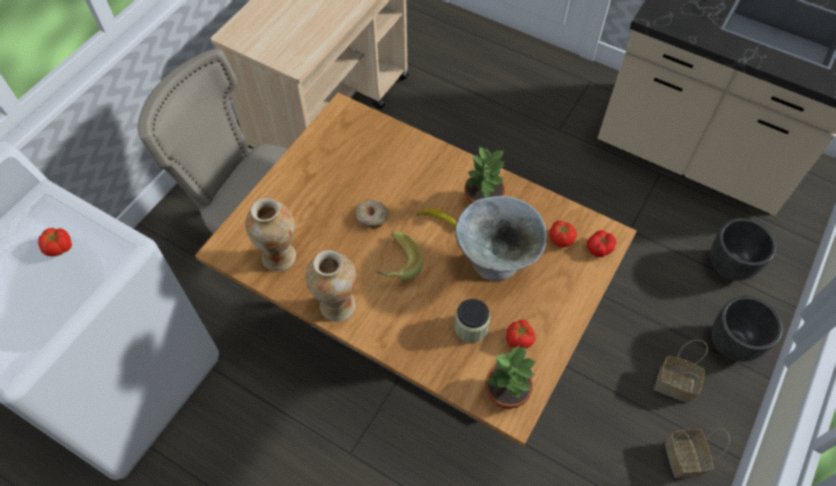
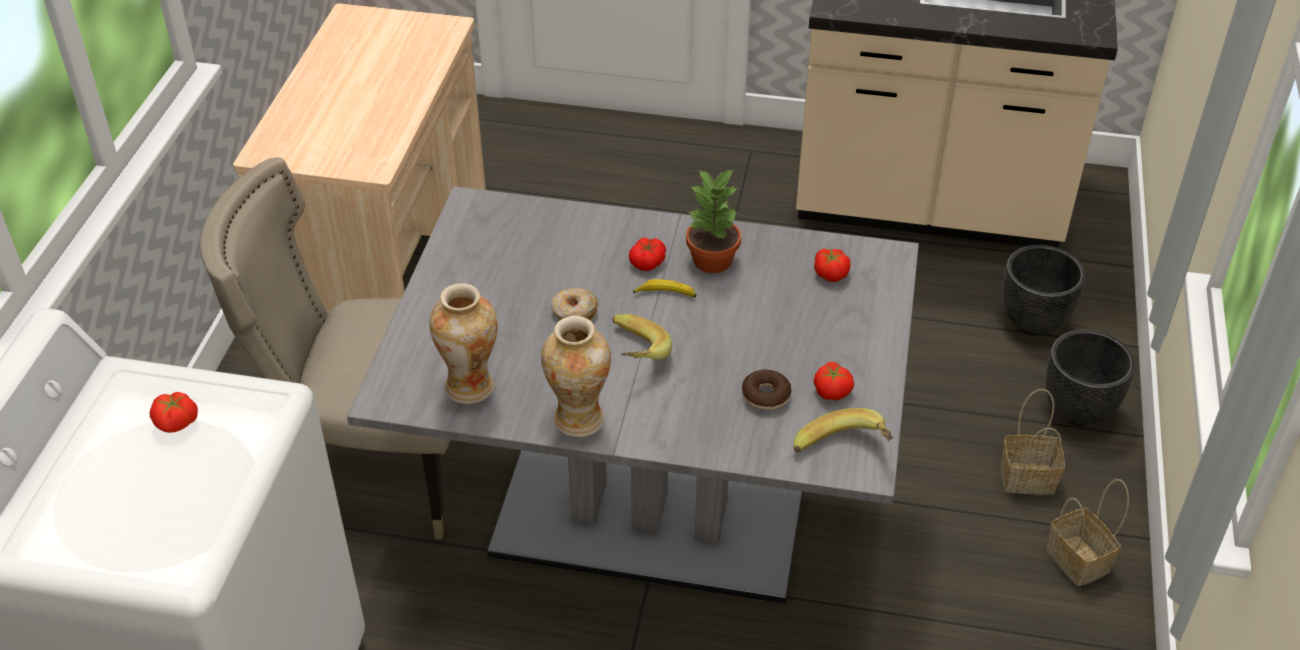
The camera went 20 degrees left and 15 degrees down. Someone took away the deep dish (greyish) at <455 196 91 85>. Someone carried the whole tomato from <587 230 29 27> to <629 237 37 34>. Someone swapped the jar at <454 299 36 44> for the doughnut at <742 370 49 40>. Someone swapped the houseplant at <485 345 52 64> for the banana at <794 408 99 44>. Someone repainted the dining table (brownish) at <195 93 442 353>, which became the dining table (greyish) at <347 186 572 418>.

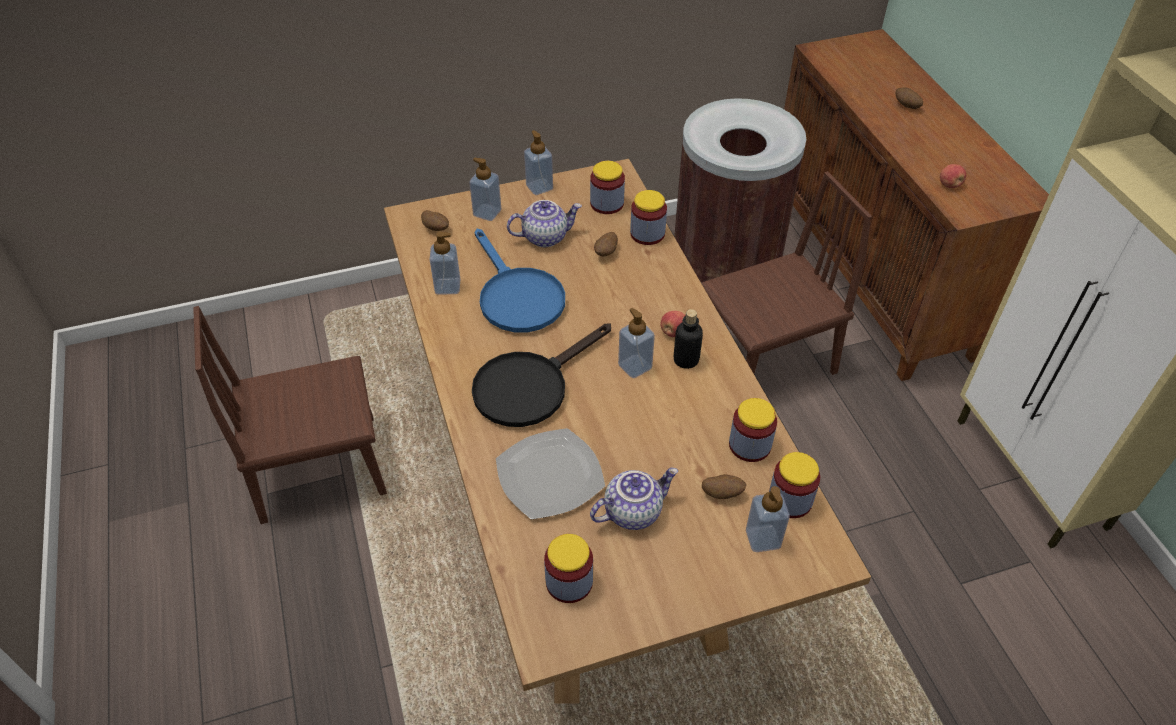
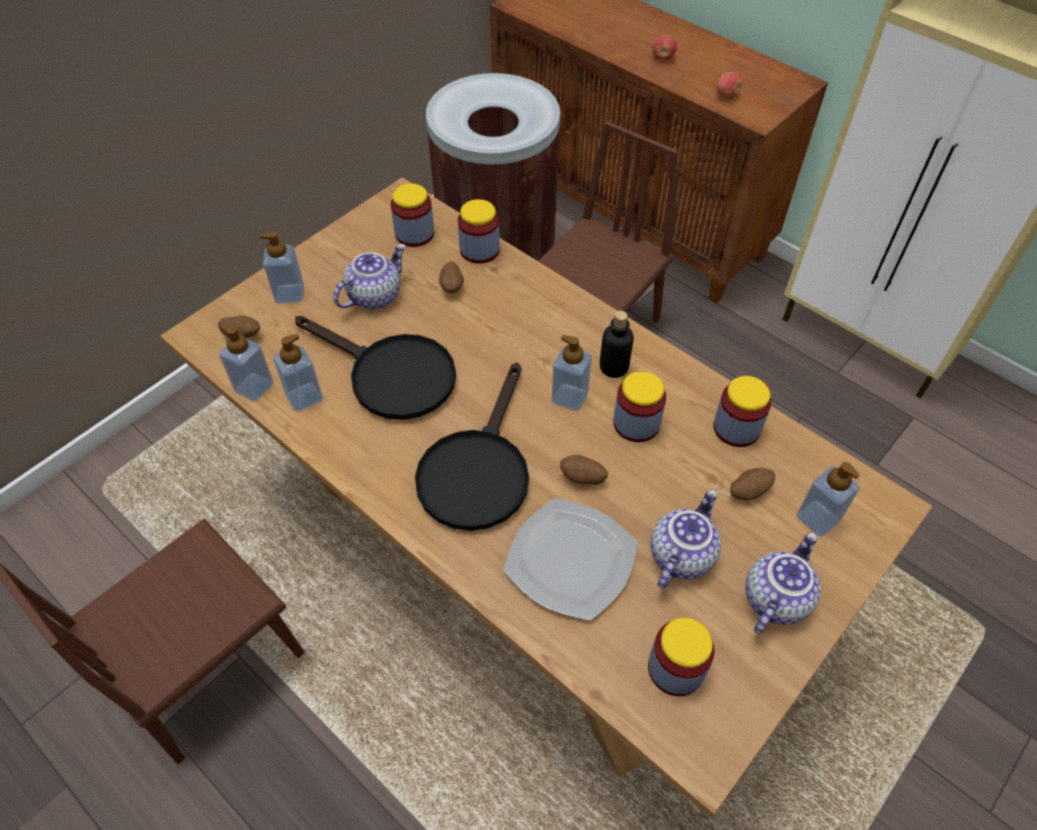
The camera went 30 degrees left and 5 degrees up. Someone put down the teapot at <745 532 76 102>. Someone carried the soap bottle from <524 130 29 65> to <219 324 55 78>. Someone carried the apple fruit from <660 311 26 26> to <652 35 25 25>. Someone carried the jar from <769 452 51 66> to <613 371 53 71>. Someone carried the potato from <895 87 28 22> to <560 455 48 30>. Someone repainted the frying pan (blue-coloured) at <475 229 90 104>, which became the frying pan (black-coloured) at <295 316 161 104>.

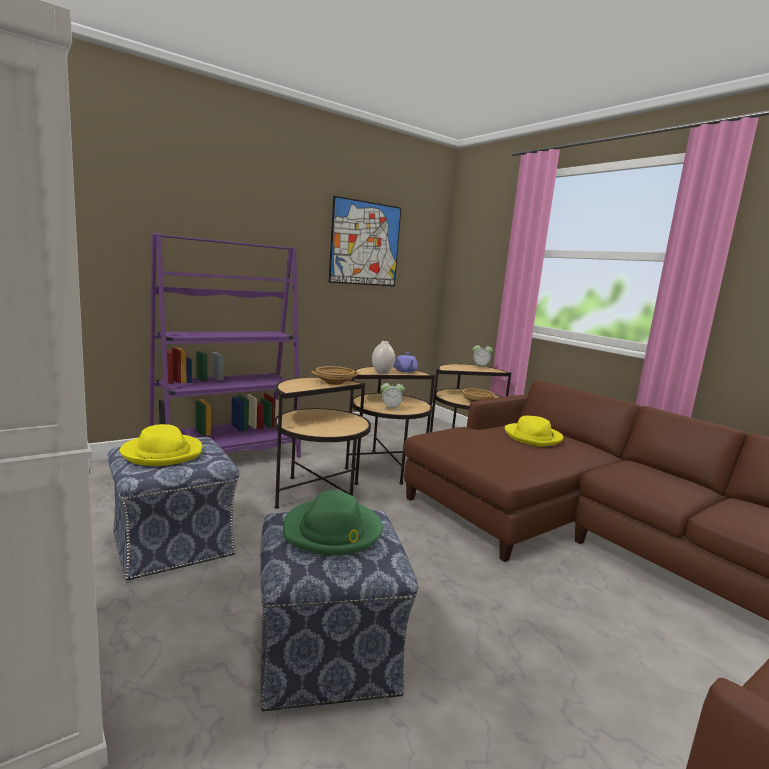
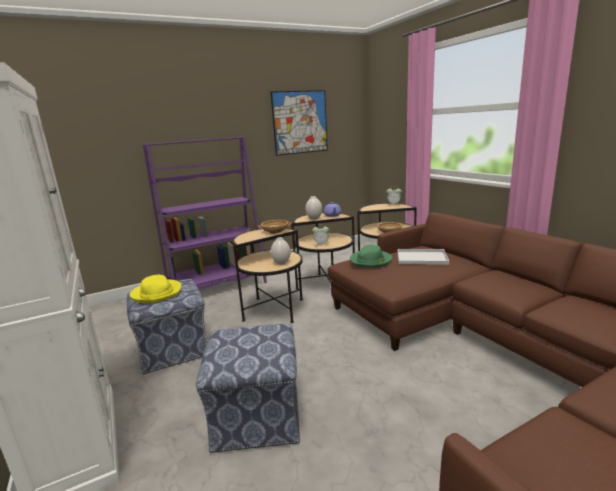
The camera went 10 degrees right and 5 degrees up. Someone put down the decorative vase (white-coloured) at <271 237 20 28>. Someone carried the clothing hat (green-coloured) from <283 490 100 66> to <350 244 42 24>. Someone swapped the clothing hat (yellow) at <505 416 58 30> for the carrying tray (white-coloured) at <398 249 51 16>.

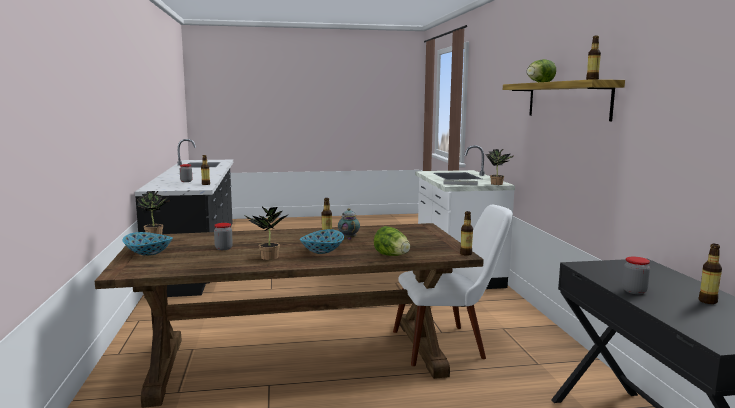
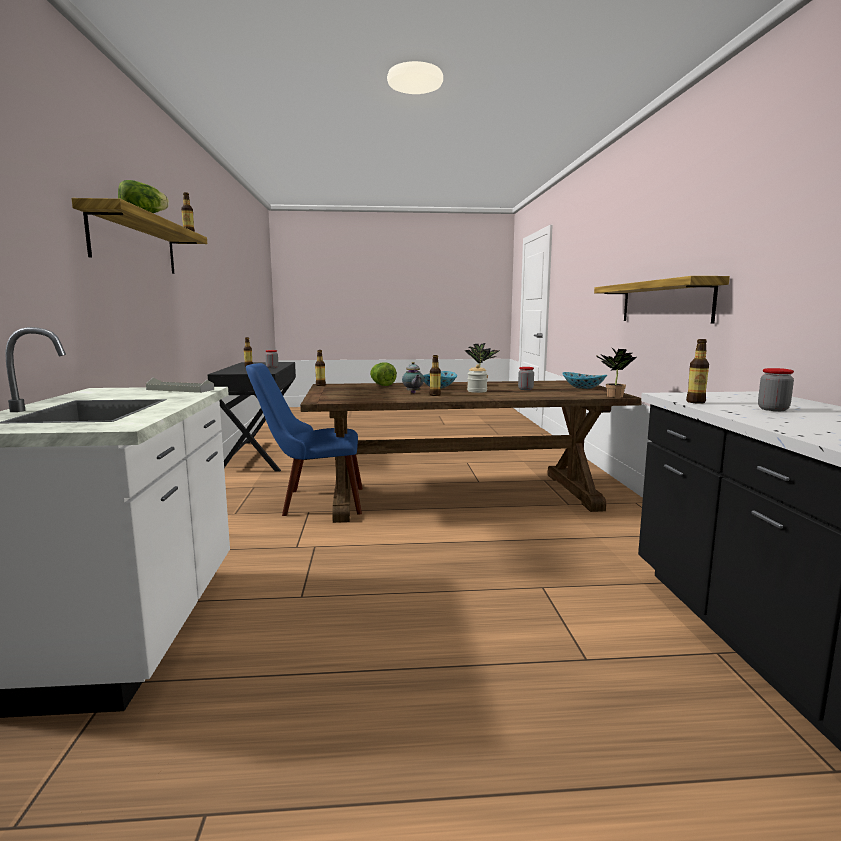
The camera went 175 degrees left and 0 degrees up. Someone took away the houseplant at <485 149 29 36>. Someone put down the jar at <467 364 21 29>. Someone put up the wall shelf at <594 276 136 48>. Someone repainted the chair (white-coloured) at <393 205 119 161>, which became the chair (blue-coloured) at <246 363 117 153>.

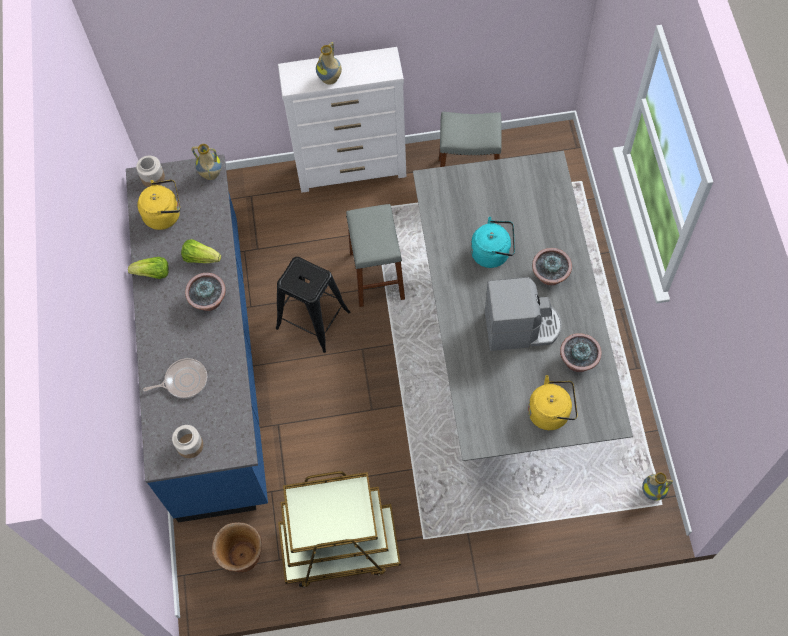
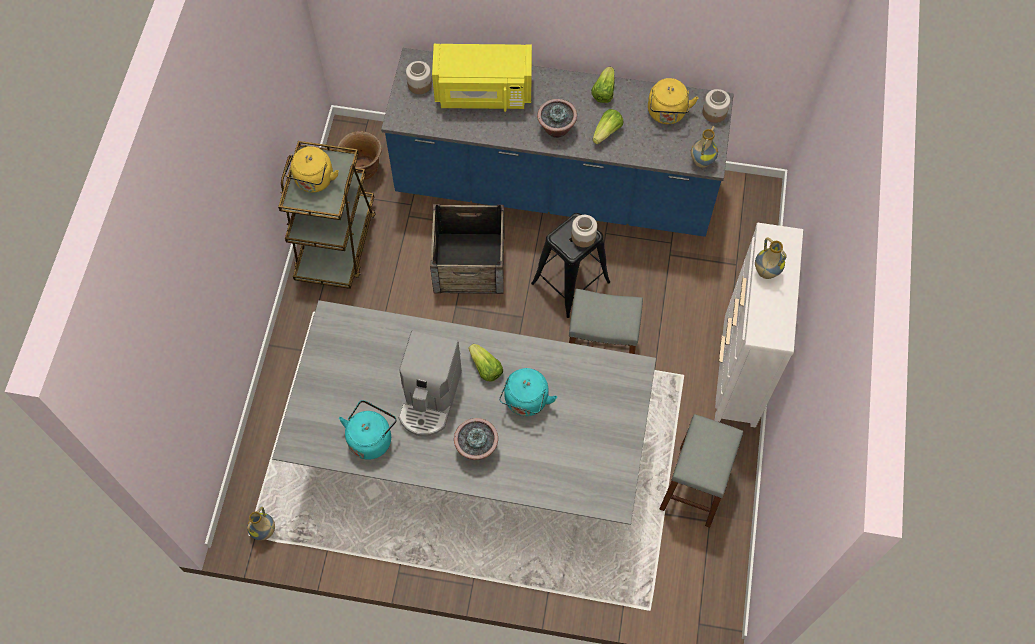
The camera went 105 degrees right and 0 degrees up. Someone put down the crate at <430 204 75 90>. Someone put down the lettuce at <469 344 34 37>. Someone put down the jar at <571 215 26 32>. Someone carried the water kettle (yellow) from <528 375 50 55> to <284 146 55 46>. Someone swapped the frying pan at <143 358 64 40> for the kitchen microwave (yellow) at <432 44 100 68>. Someone swapped the houseplant at <560 333 42 39> for the water kettle (turquoise-coloured) at <339 400 58 60>.

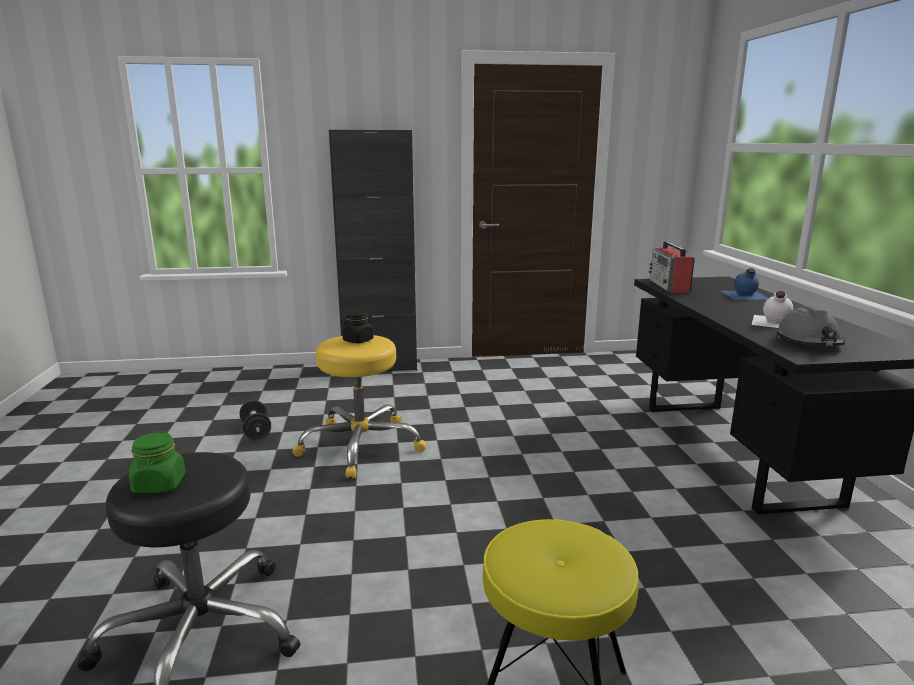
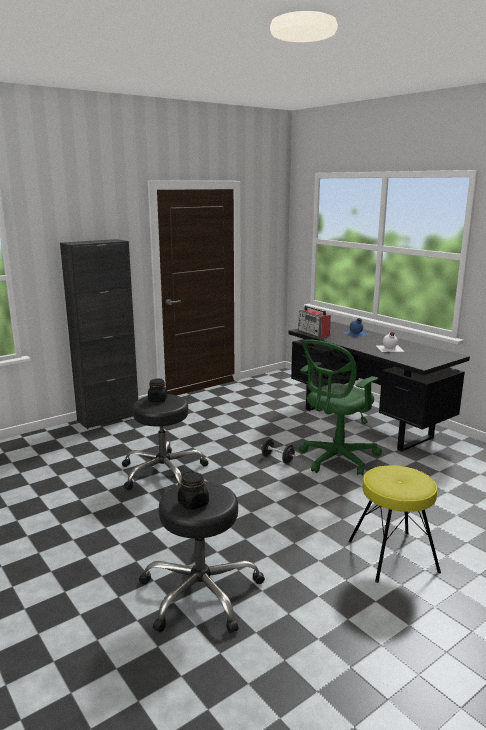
The camera went 30 degrees left and 0 degrees up. Someone took away the hard hat (greyish) at <777 306 68 40>. Someone put down the desk chair (green-coloured) at <299 340 83 136>. Someone carried the dumbbell (black-coloured) from <239 400 32 40> to <261 438 34 26>. Someone repainted the jar (green-coloured) at <129 431 57 62>, which became the jar (black-coloured) at <178 472 31 38>. Someone repainted the stool (yellow) at <293 335 134 143>, which became the stool (black-coloured) at <122 394 87 96>.

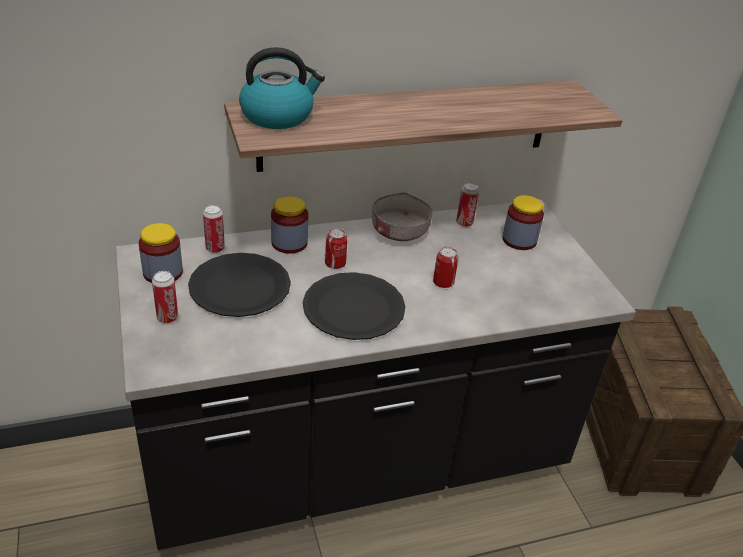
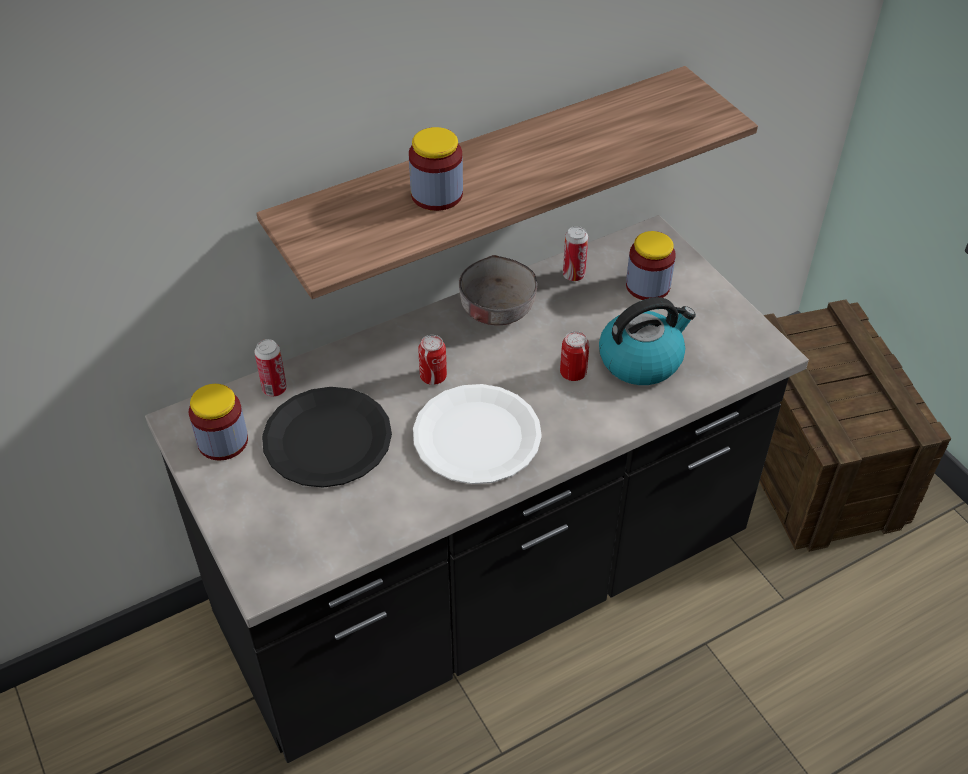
The camera went 10 degrees left and 10 degrees up. Someone took away the sealed can at <152 271 26 52>. Someone carried the water kettle from <239 47 86 82> to <599 297 97 88>. Someone carried the jar from <271 196 37 58> to <409 127 54 84>. Someone repainted the dinner plate (black-coloured) at <303 272 103 68>, which became the dinner plate (white-coloured) at <413 384 129 100>.

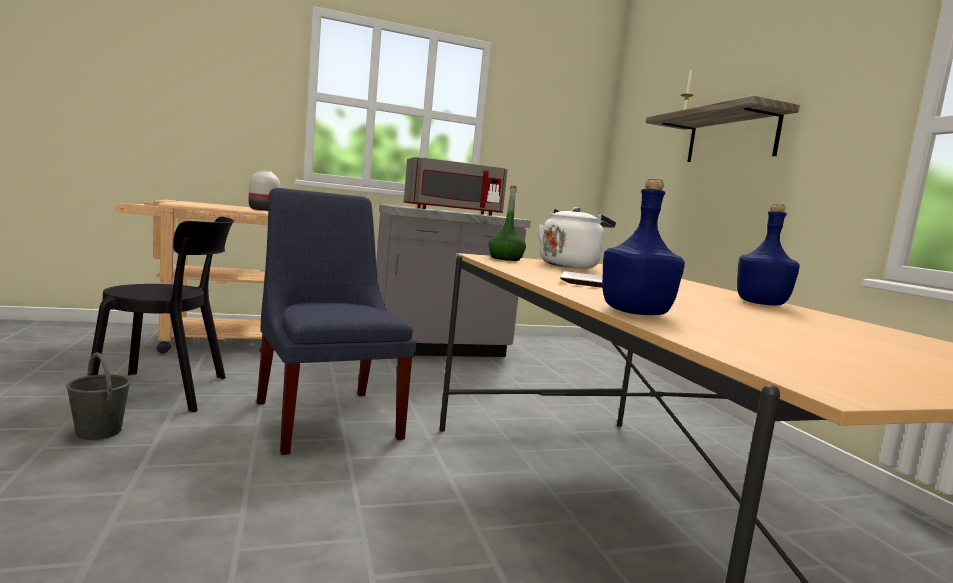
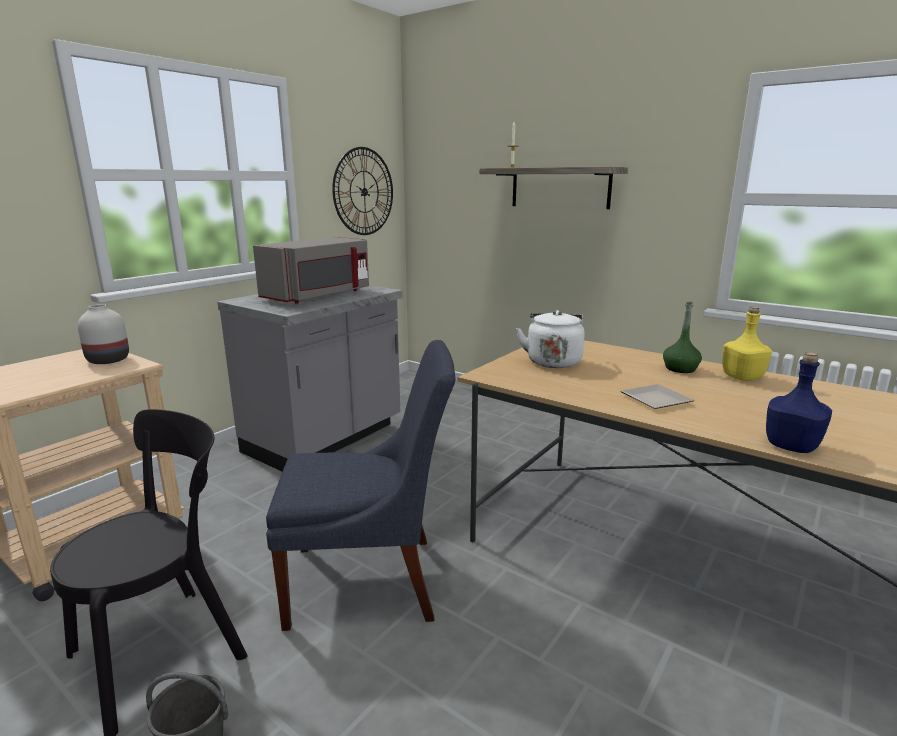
The camera went 35 degrees left and 10 degrees up. Someone put up the clock on the wall at <332 147 61 88>. Someone carried the beverage bottle (green-coloured) from <488 186 38 75> to <663 301 39 72>. Someone repainted the beverage bottle (blue-coloured) at <737 204 63 102>, which became the beverage bottle (yellow) at <722 306 50 75>. Someone rotated the chair (blue-coloured) at <257 188 159 267> by 150 degrees clockwise.

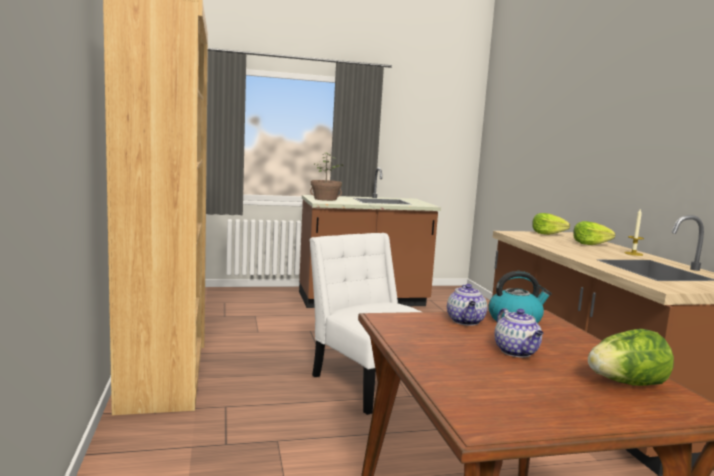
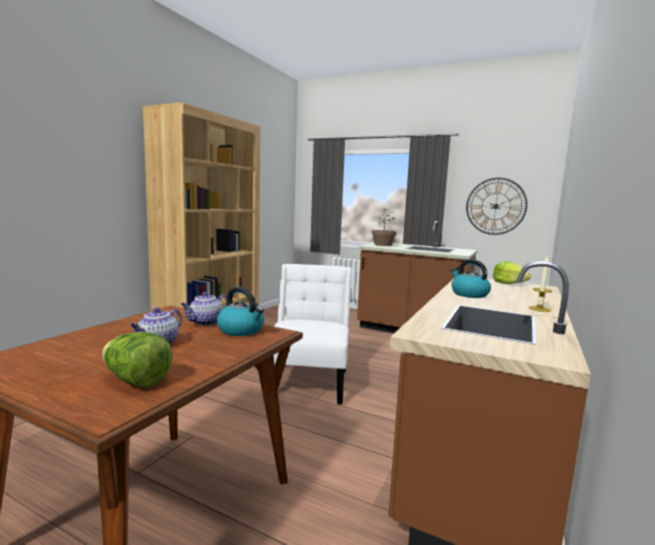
The camera went 40 degrees right and 0 degrees up. Someone took away the lettuce at <573 221 42 24>. Someone put down the water kettle at <451 259 40 39>. Someone put up the clock on the wall at <466 178 61 57>.

